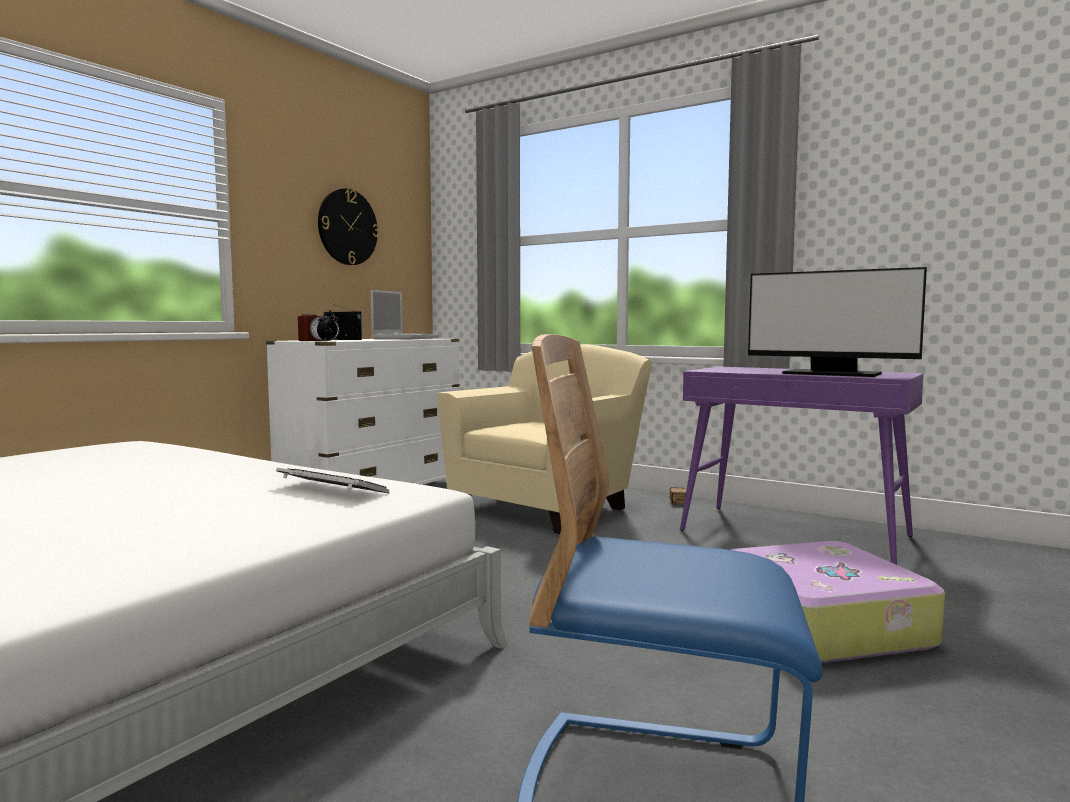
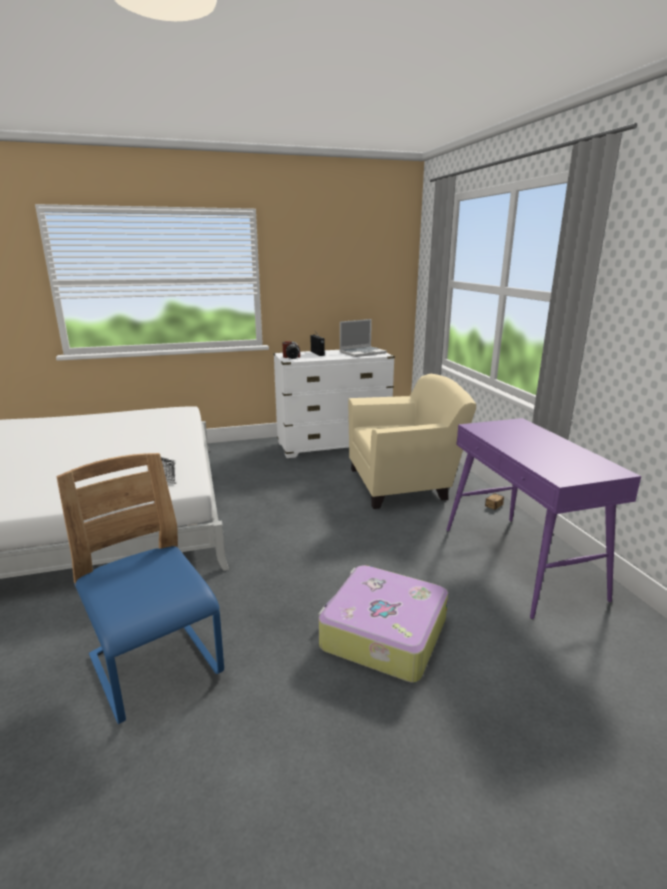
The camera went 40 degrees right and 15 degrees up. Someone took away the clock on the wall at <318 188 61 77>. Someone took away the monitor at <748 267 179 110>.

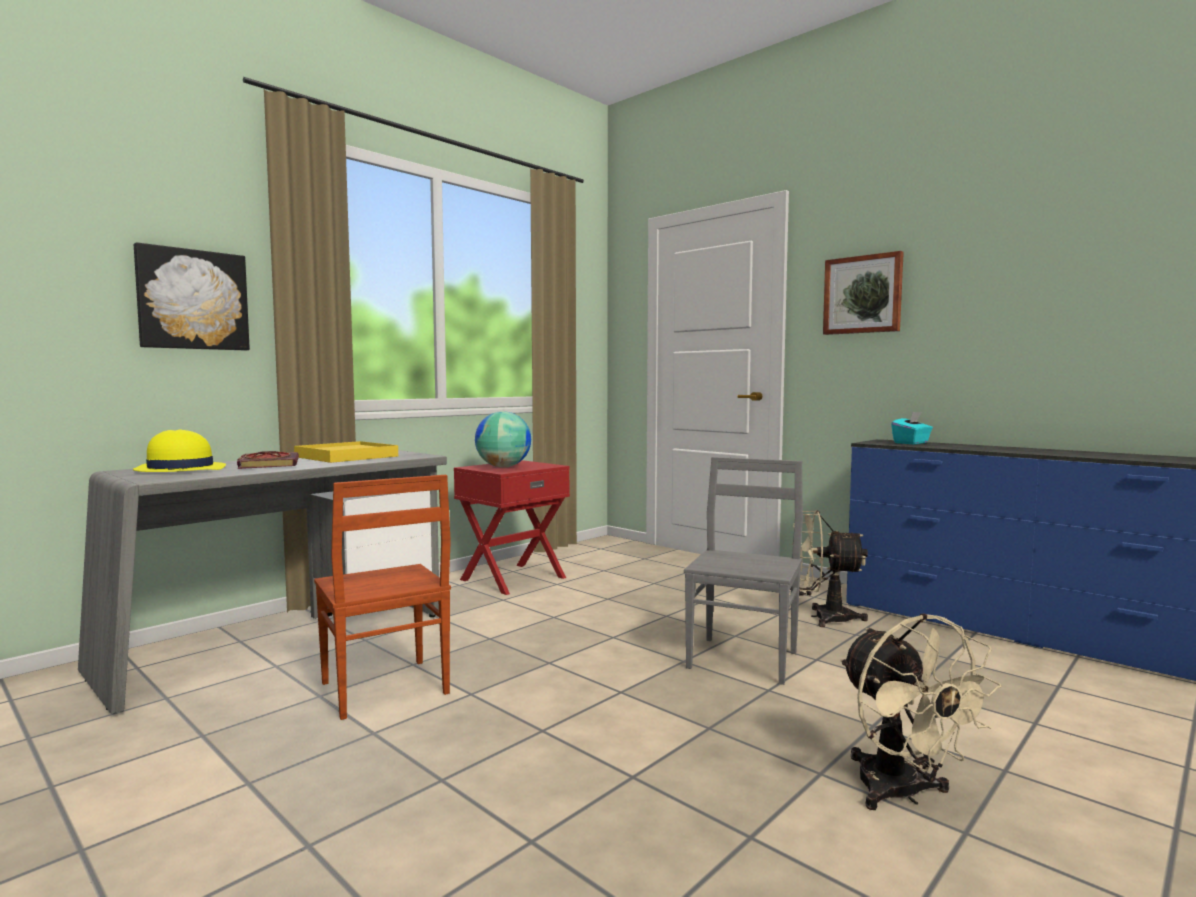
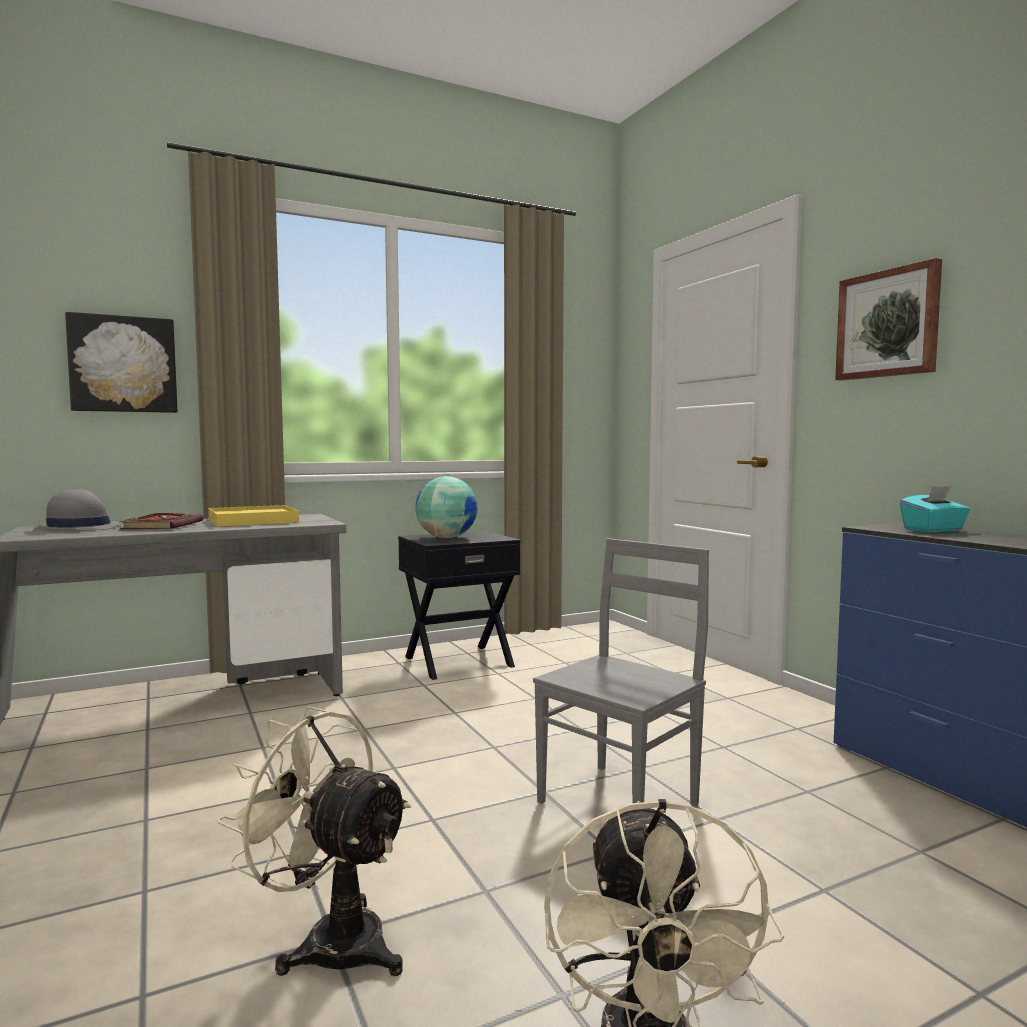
The camera went 20 degrees right and 0 degrees up. Someone took away the chair (brownish) at <314 475 137 245>. Someone carried the fan (beige-coloured) from <792 510 76 117> to <218 706 193 270>. Someone repainted the clothing hat (yellow) at <133 429 93 43>, which became the clothing hat (greyish) at <33 489 90 41>. Someone repainted the nightstand (reddish) at <454 460 116 135>, which became the nightstand (black-coloured) at <398 531 122 149>.

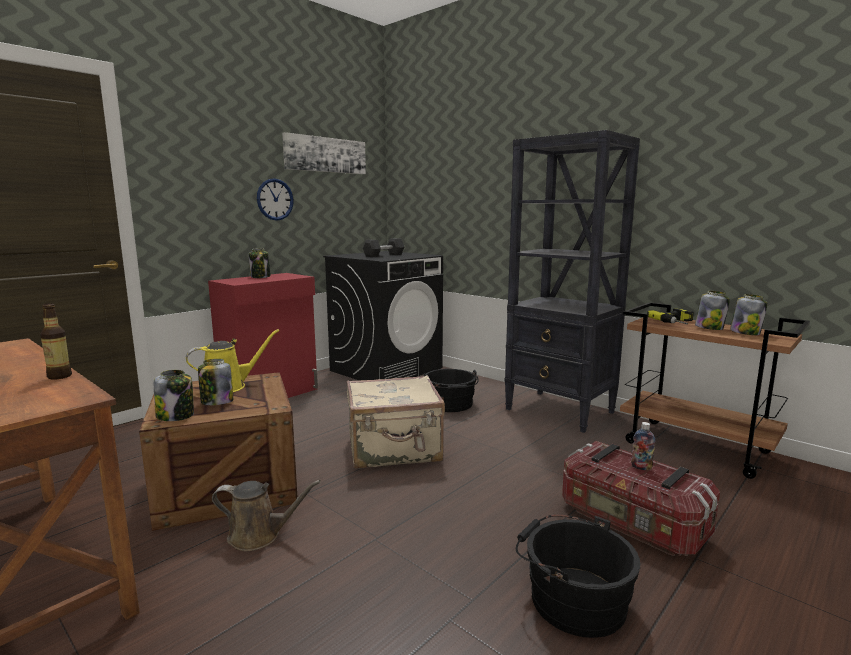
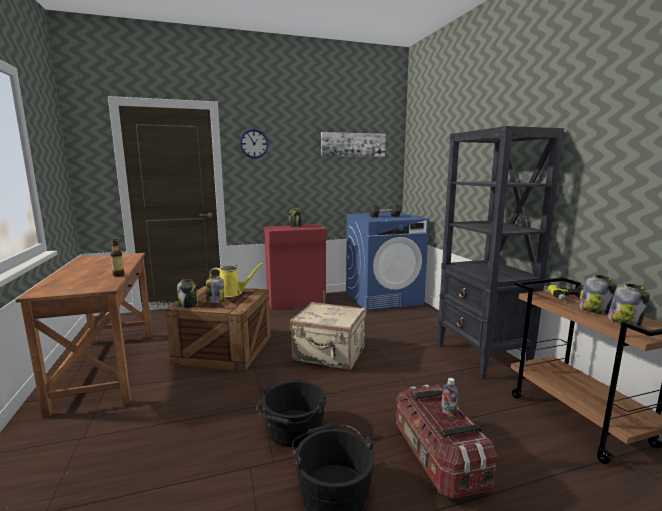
The camera went 30 degrees right and 0 degrees up. Someone took away the watering pot (brownish) at <212 480 109 71>. Someone carried the clock on the wall from <257 178 37 43> to <240 129 29 30>. Someone carried the water bucket (black-coloured) from <423 369 56 43> to <256 381 70 66>. Someone repainted the laundry appliance (black-coloured) at <323 251 120 129>, which became the laundry appliance (blue-coloured) at <346 212 83 99>.

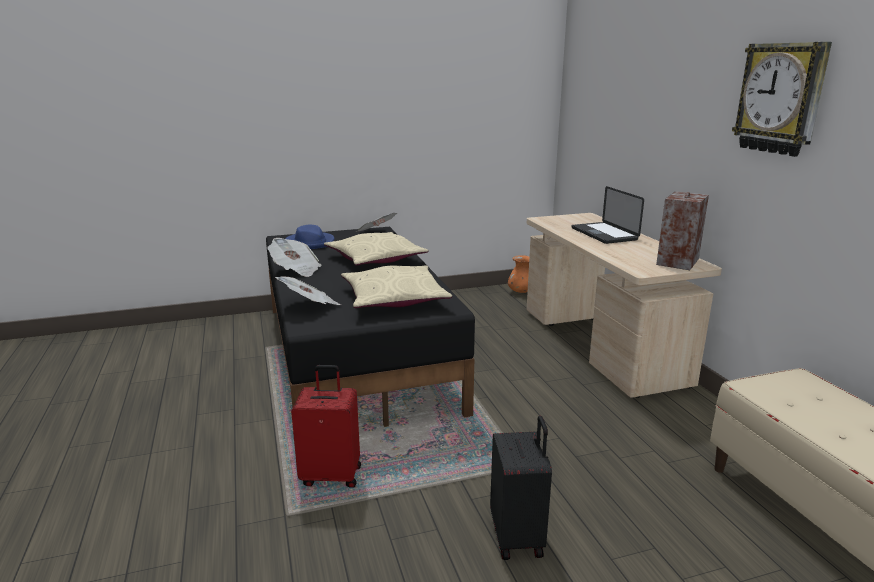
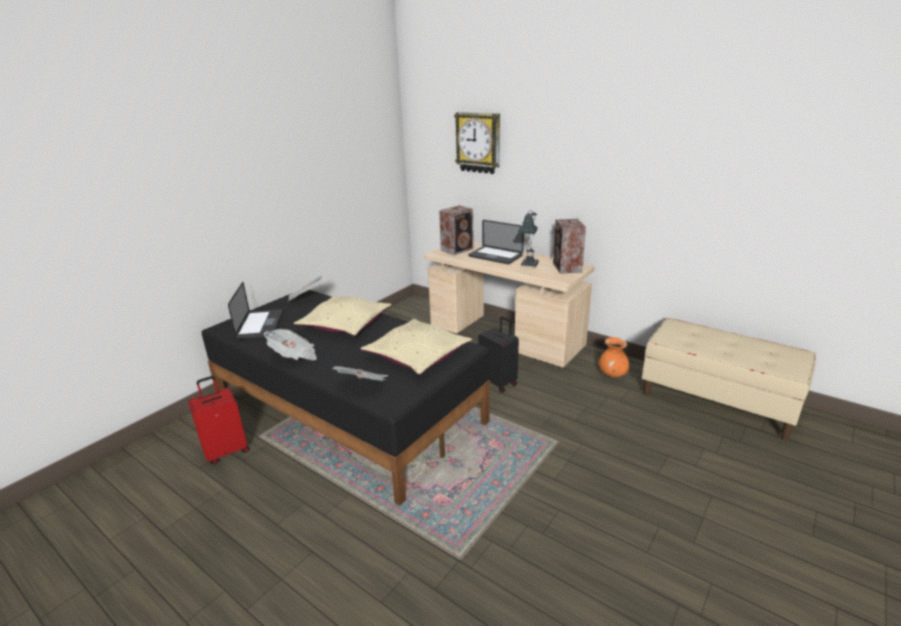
The camera went 35 degrees left and 5 degrees up. Someone put down the speaker at <439 205 35 50>. Someone put down the table lamp at <518 210 21 56>. Someone carried the travel case (reddish) from <291 365 70 123> to <188 376 61 88>. Someone carried the travel case (black-coloured) from <490 416 62 144> to <478 316 41 77>. Someone carried the decorative vase (orange-coloured) from <508 255 21 38> to <598 337 31 40>. Someone carried the clock on the wall from <732 42 100 115> to <454 112 46 62>. Someone swapped the clothing hat (blue-coloured) at <285 225 50 24> for the portable computer at <228 282 55 57>.

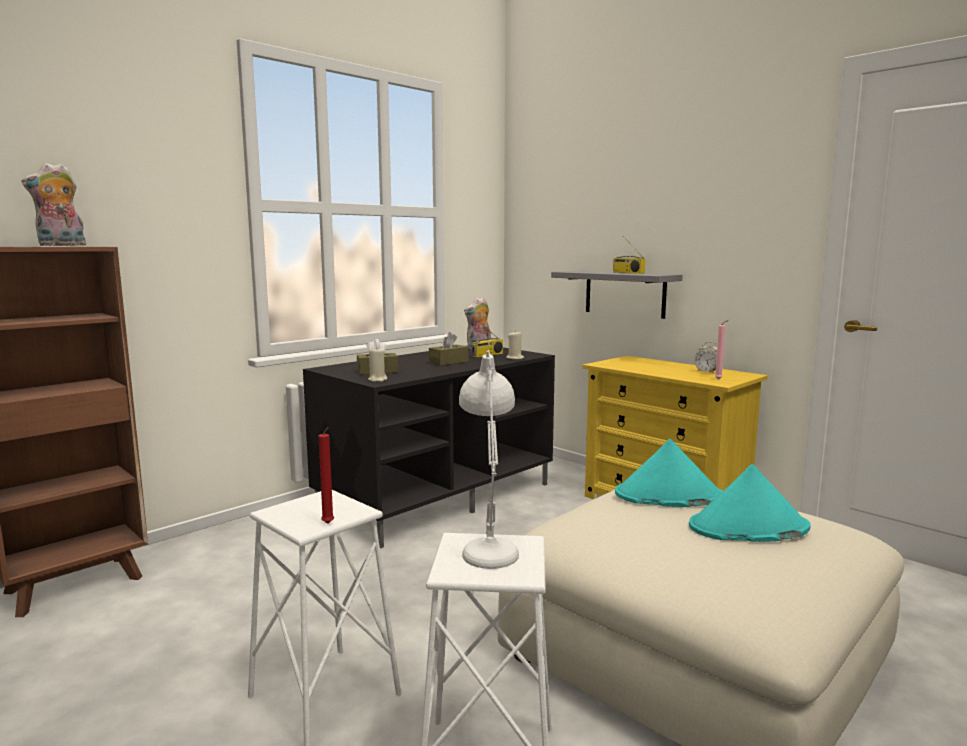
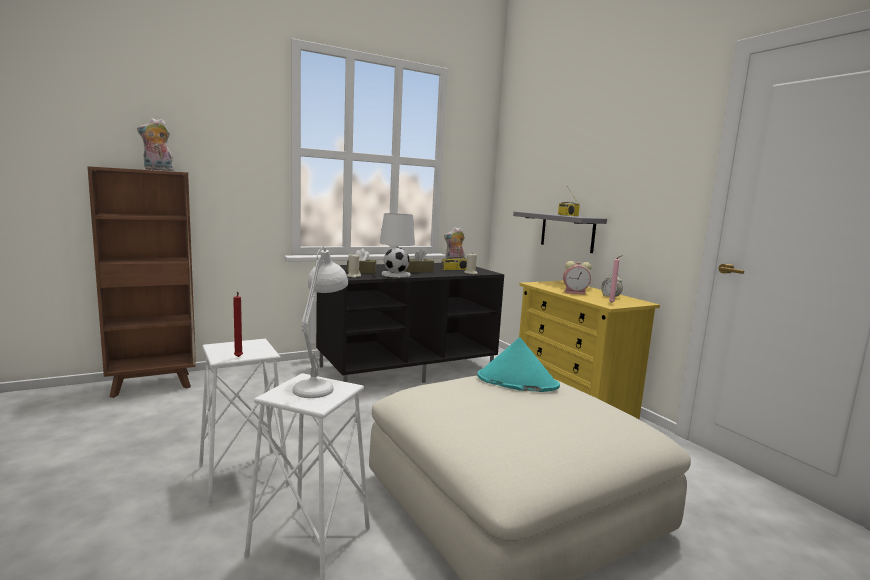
The camera went 15 degrees right and 0 degrees up. Someone took away the clothing hat (turquoise-coloured) at <689 464 122 78>. Someone put down the table lamp (white-coloured) at <380 213 35 64>. Someone put down the alarm clock at <563 261 29 34>.

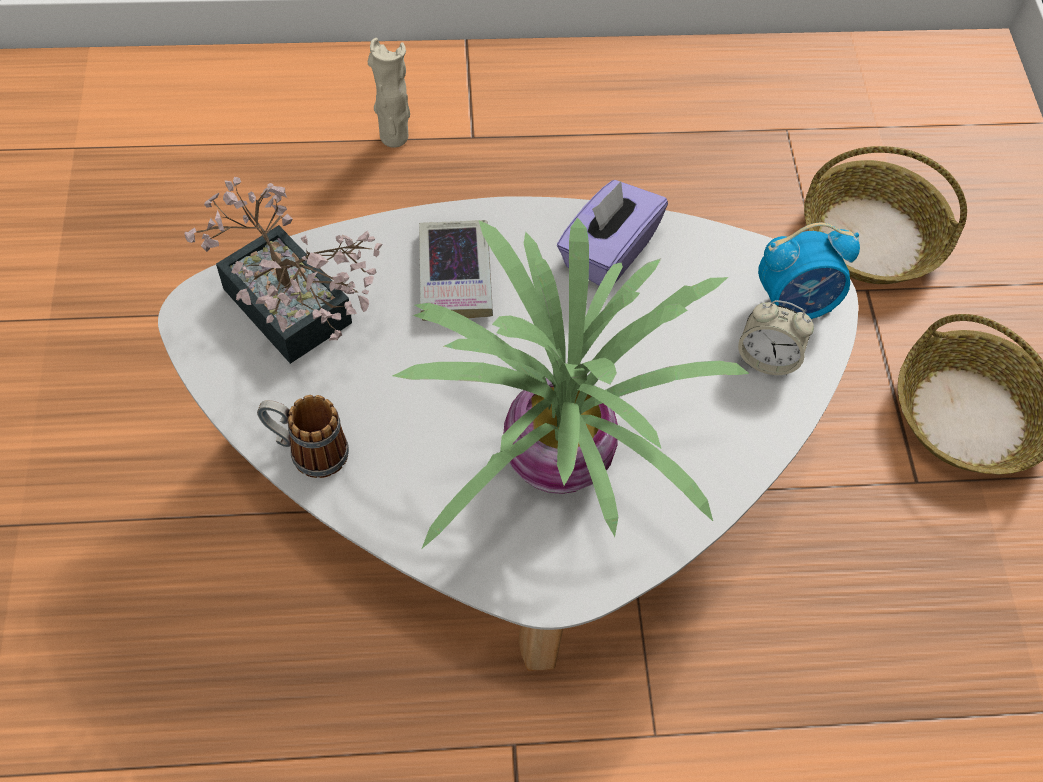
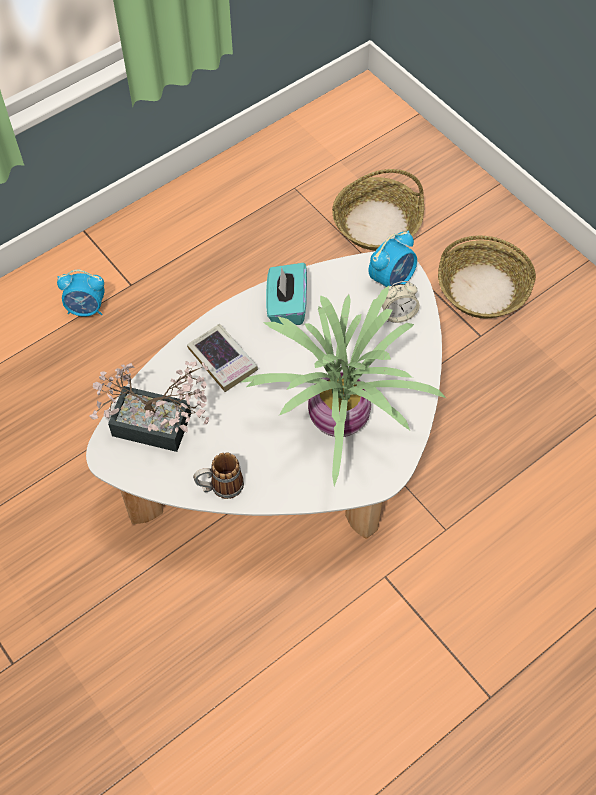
The camera went 30 degrees left and 0 degrees up. Someone swapped the decorative vase (beige-coloured) at <368 38 42 110> for the alarm clock at <57 270 48 47>. Someone repainted the tissue box (purple-coloured) at <557 180 111 106>, which became the tissue box (turquoise-coloured) at <266 263 41 62>.

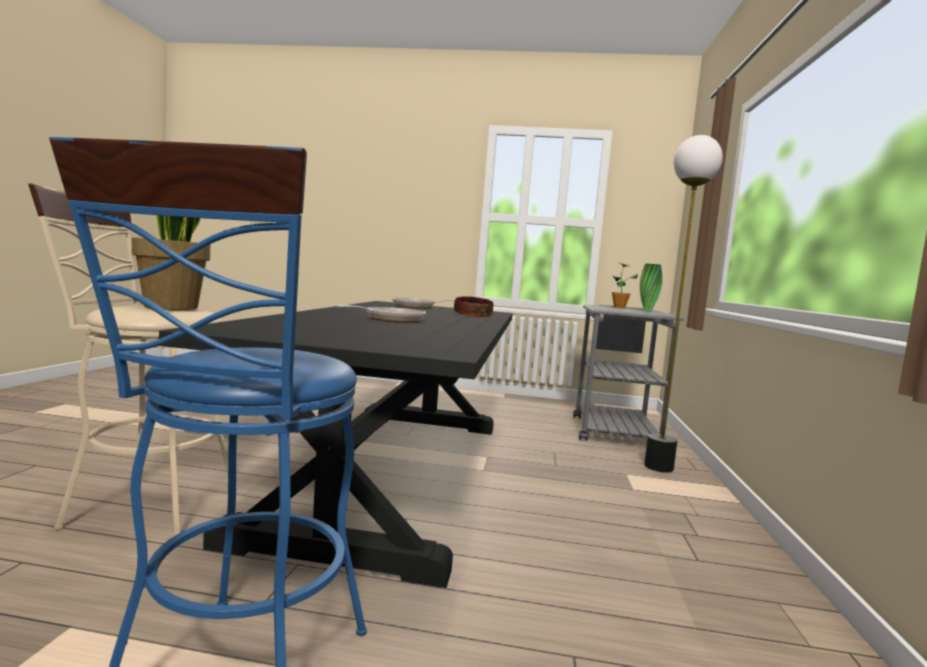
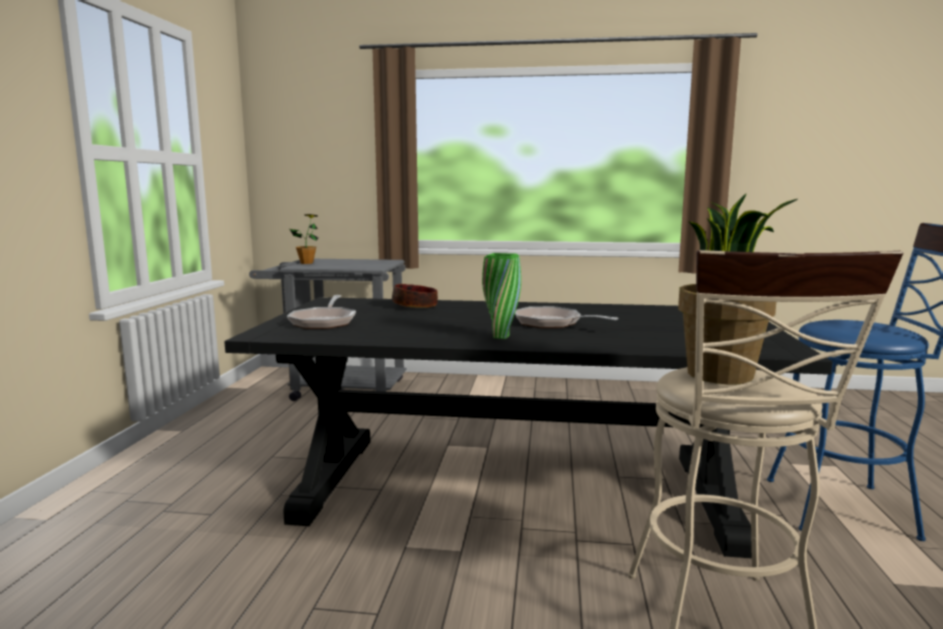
The camera went 90 degrees left and 5 degrees up. Someone took away the floor lamp at <644 135 79 337>. Someone carried the decorative vase (green-coloured) from <640 264 22 48> to <482 253 39 86>.

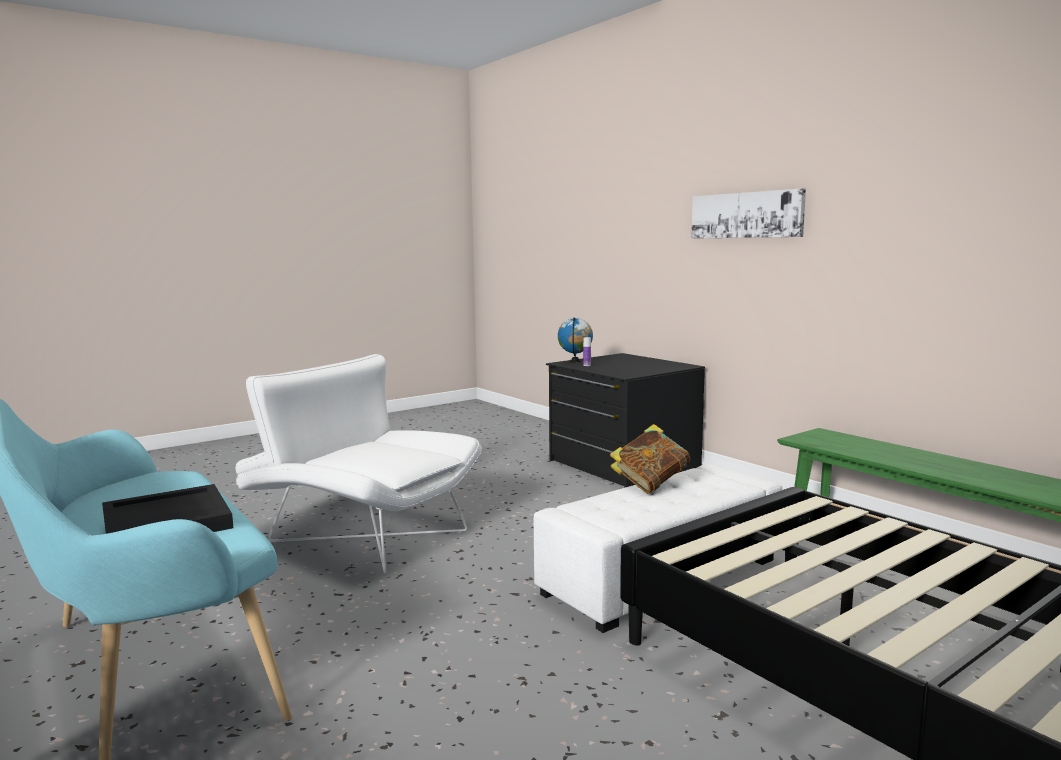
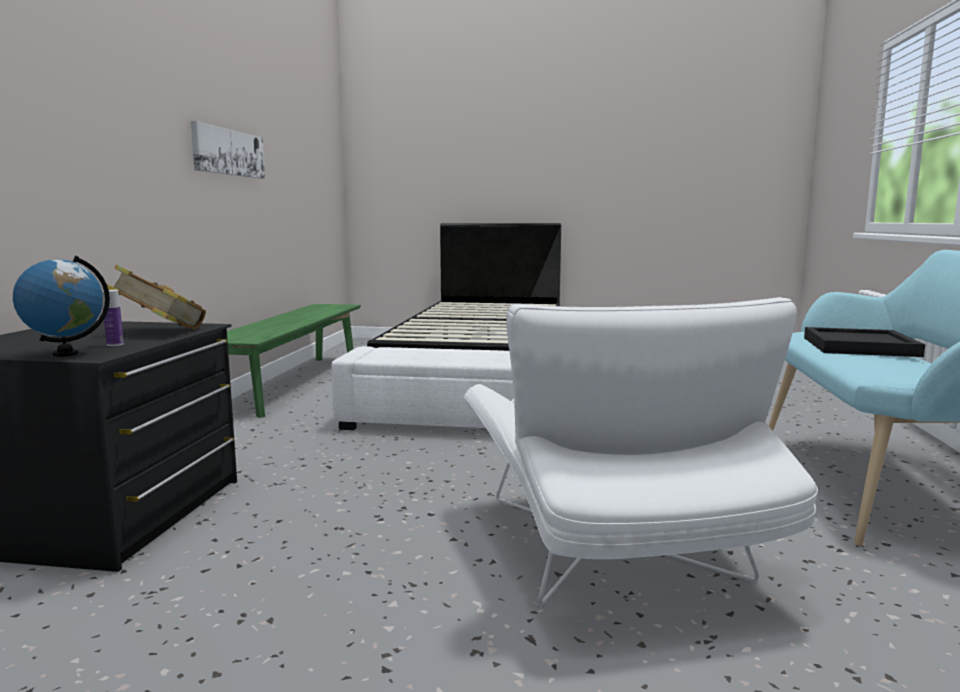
The camera went 135 degrees left and 0 degrees up. Someone carried the volume from <610 424 80 70> to <107 265 99 65>. Someone carried the picture from <691 188 115 51> to <191 121 74 58>.

